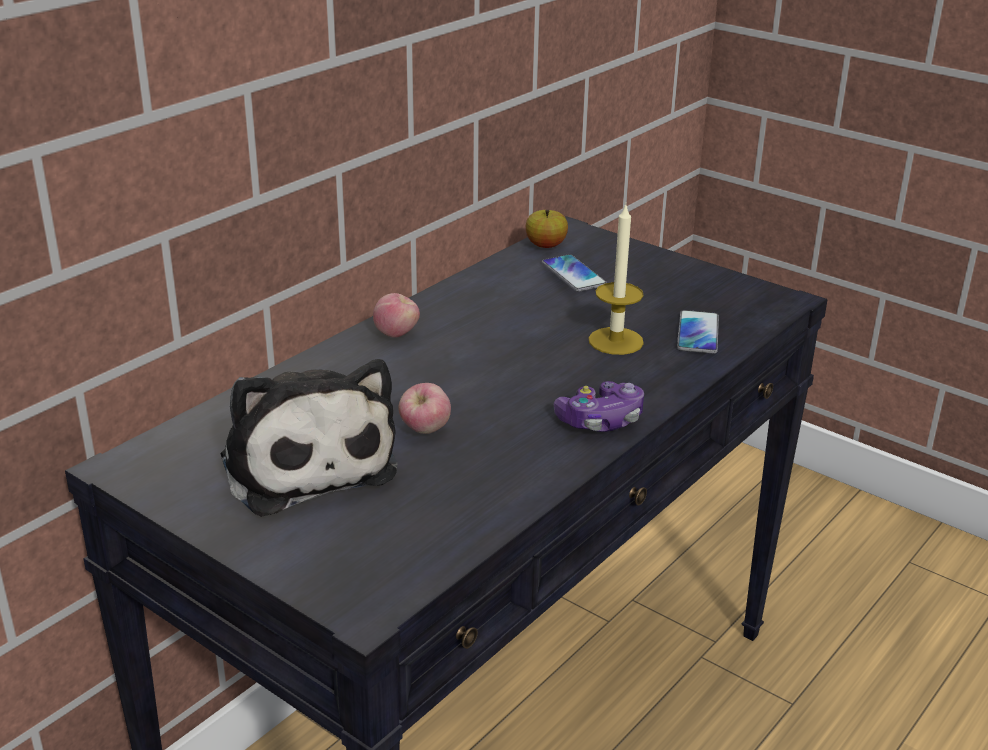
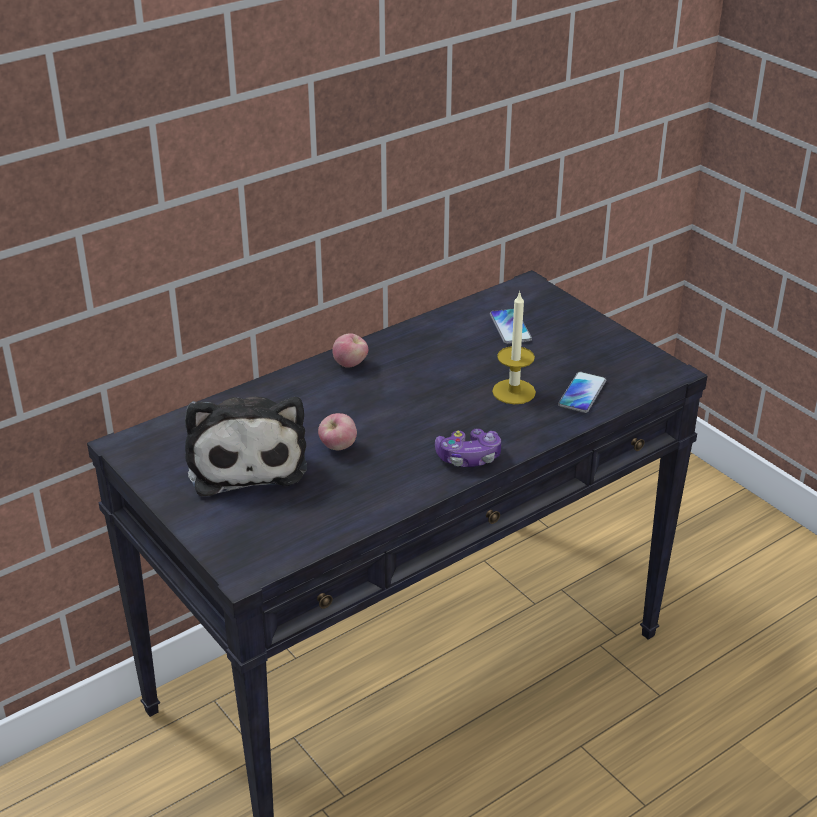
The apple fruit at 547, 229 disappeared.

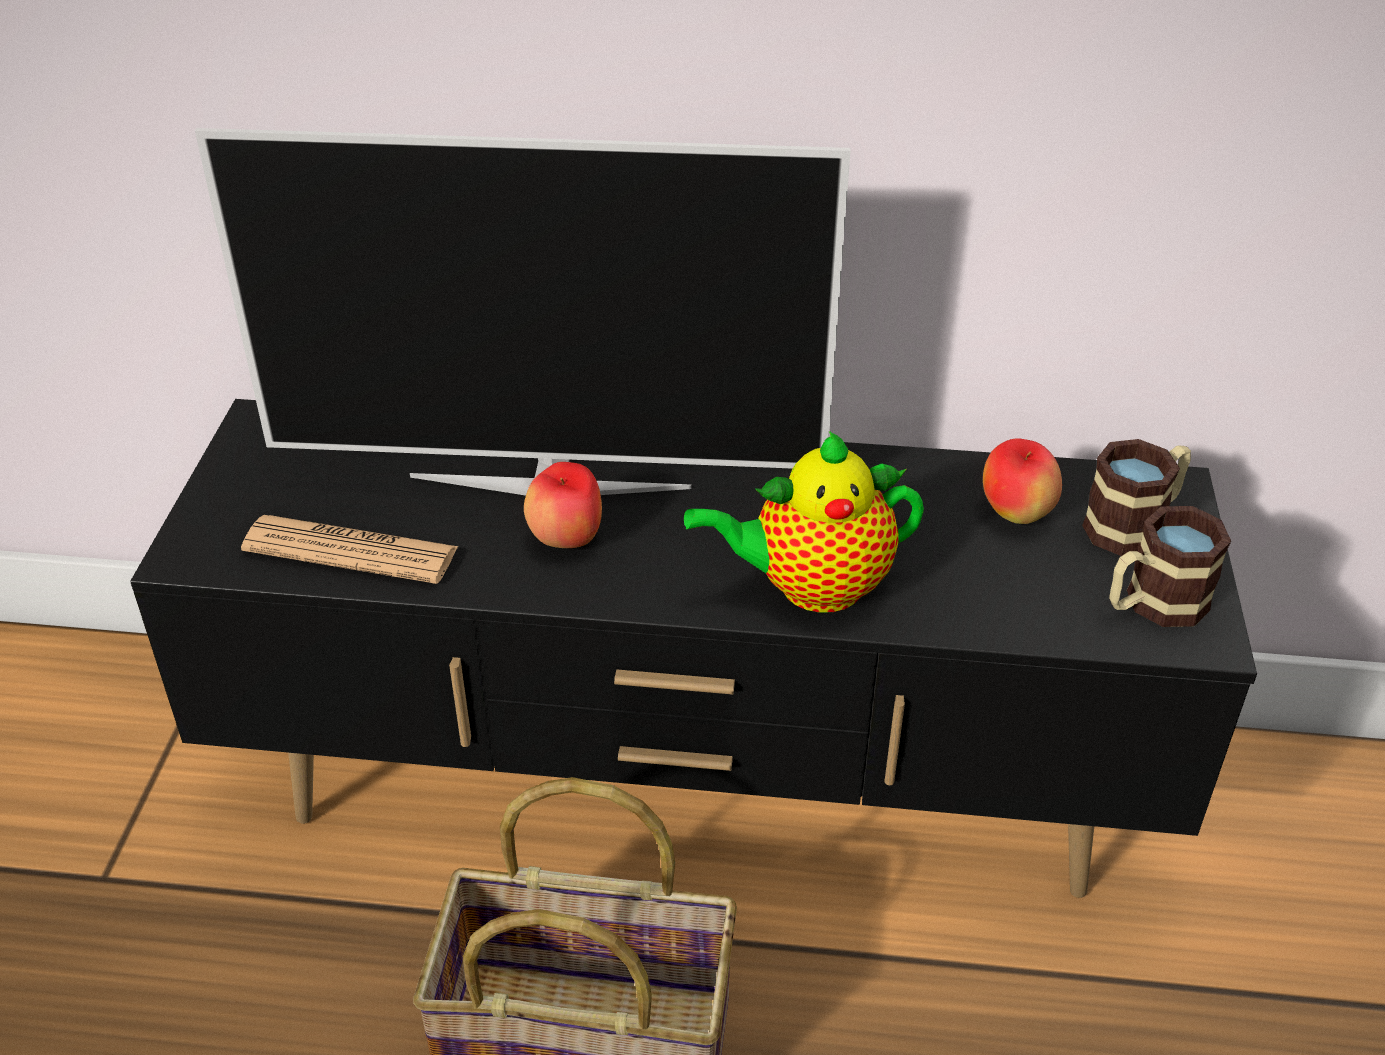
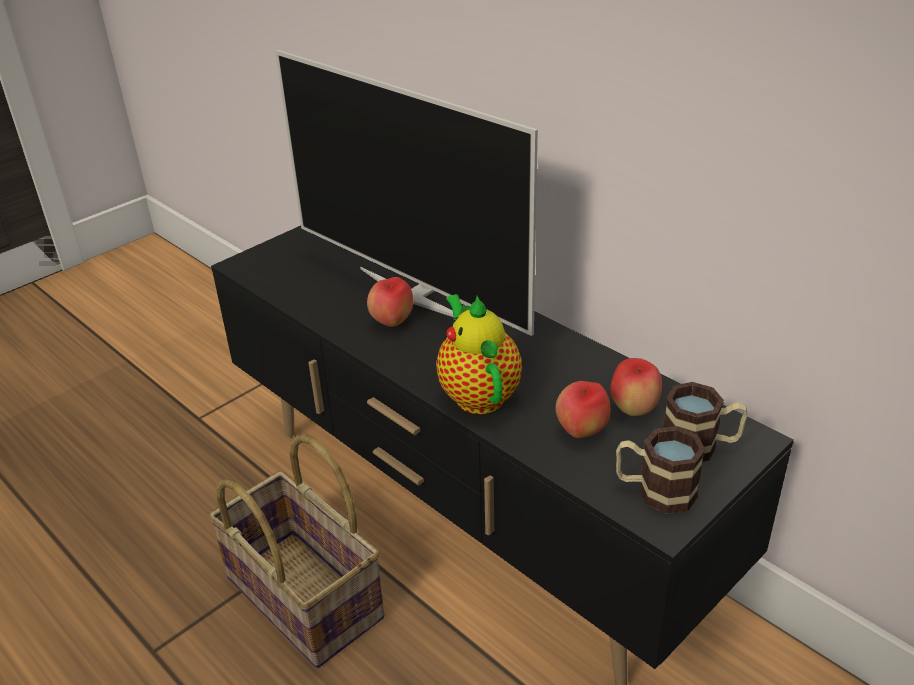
The newspaper at 350, 549 disappeared.
The apple fruit at 583, 409 appeared.
The pot for tea at 804, 522 turned 45 degrees clockwise.

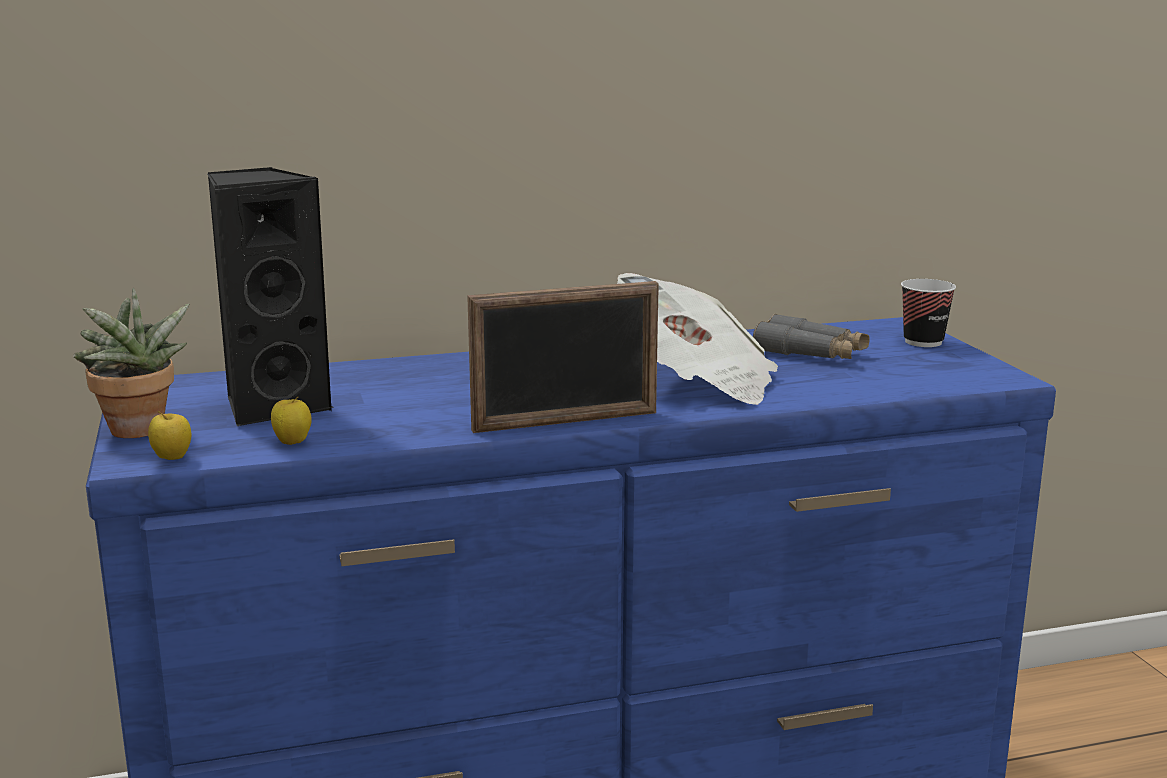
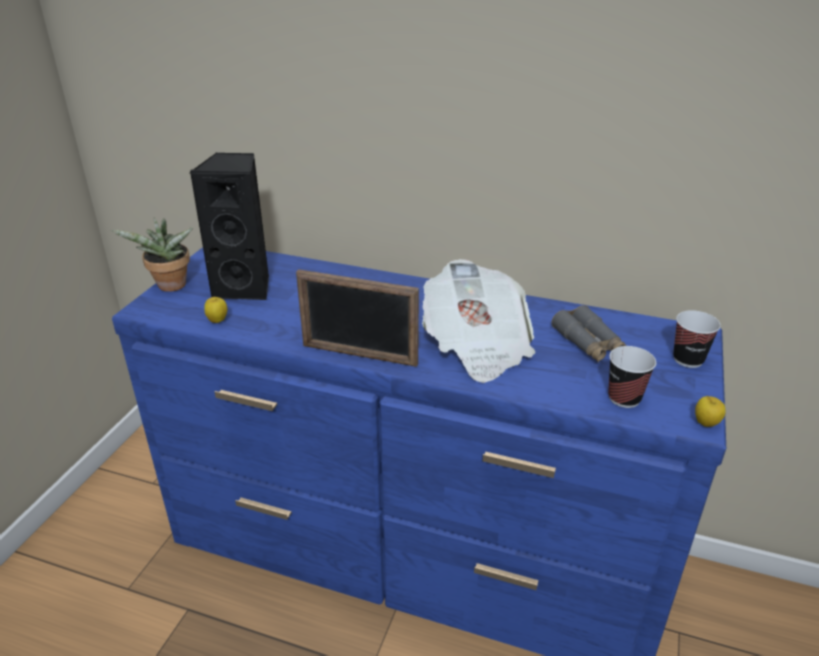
The cup at 632, 377 appeared.
The apple fruit moved from 170, 435 to 710, 411.

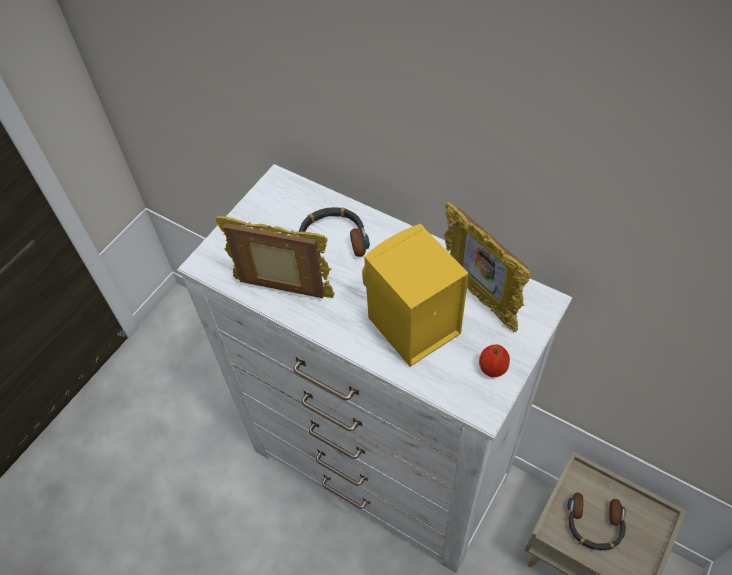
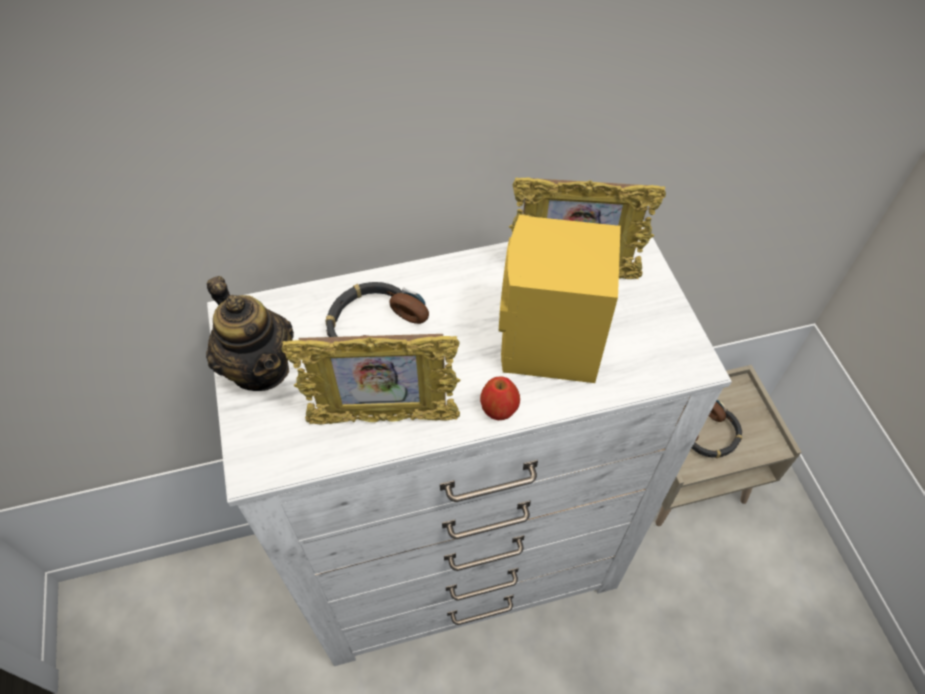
The pot for tea at 250, 333 appeared.
The apple fruit moved from 494, 360 to 500, 398.
The picture frame at 275, 257 turned 150 degrees counterclockwise.

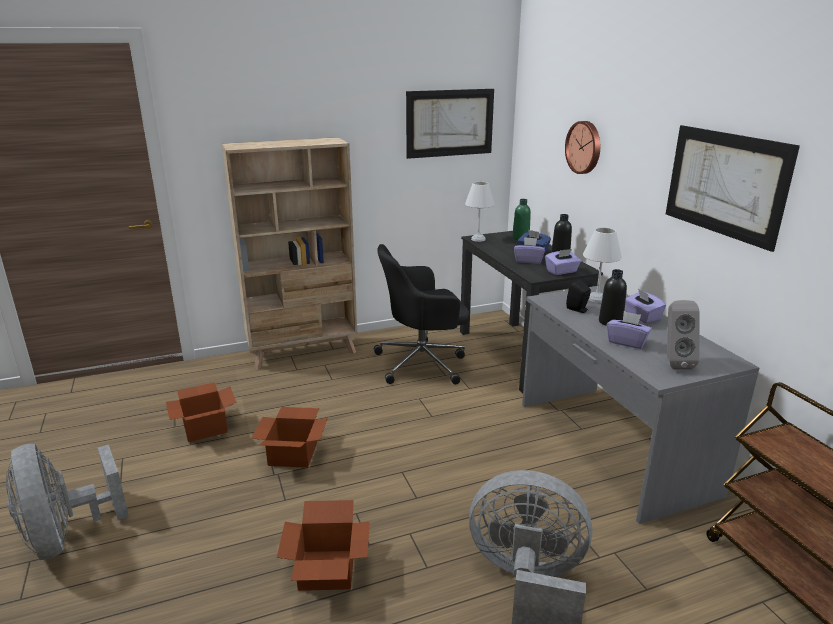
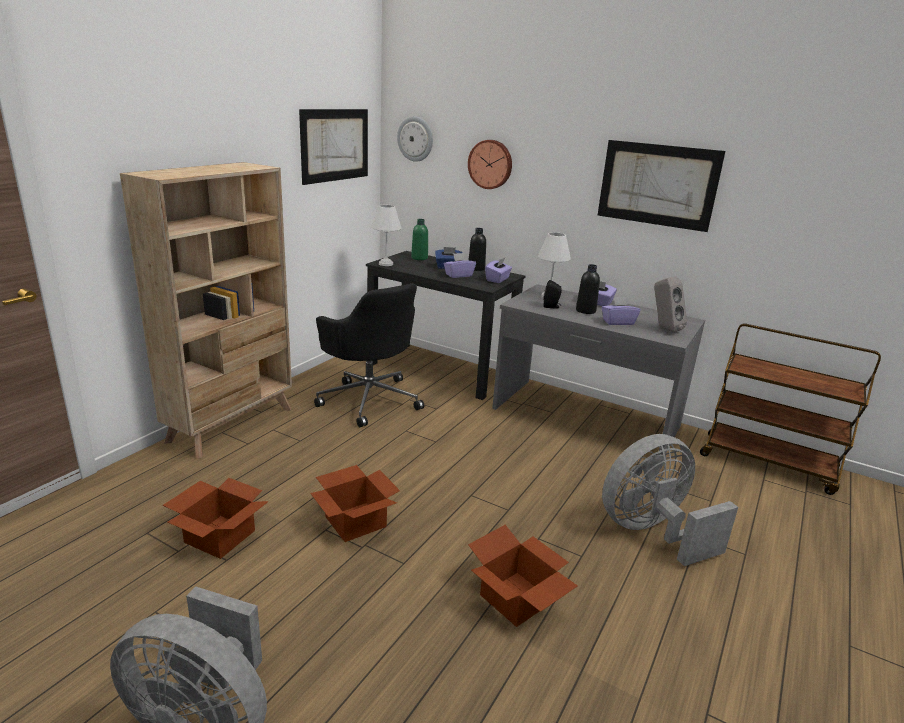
The hanging clock at 415, 139 appeared.
The black desk chair at 422, 314 turned 75 degrees counterclockwise.

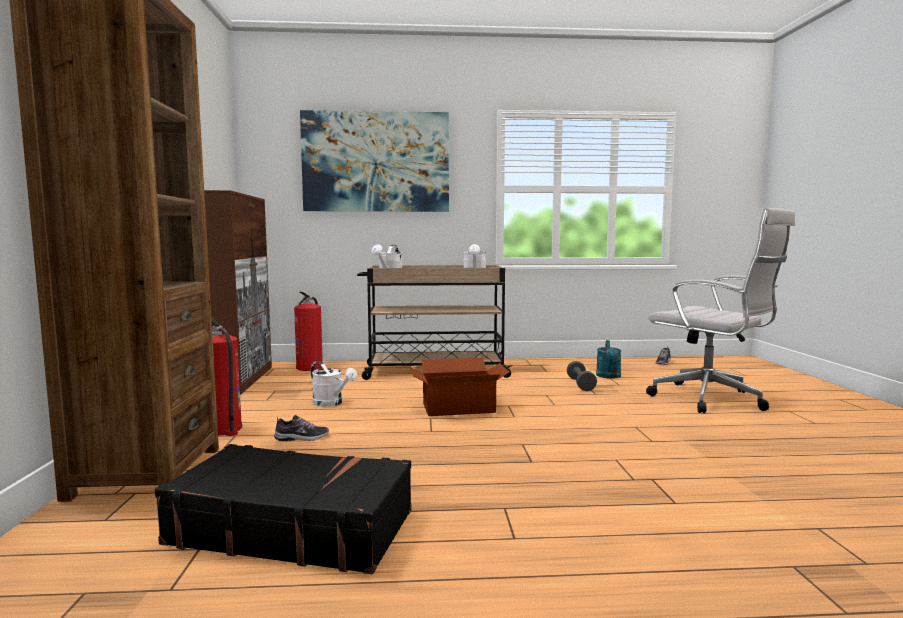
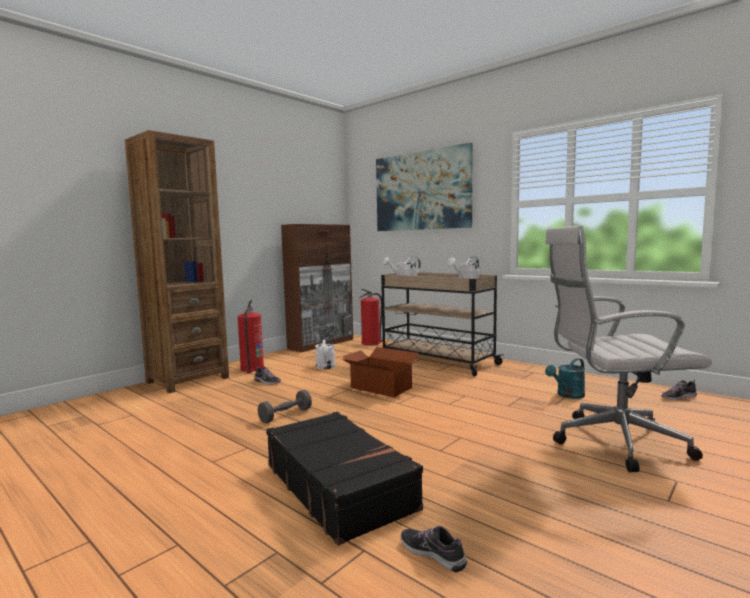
The low shoe at 434, 549 appeared.
The black piece of luggage moved from 283, 509 to 344, 479.
The gray free weight moved from 582, 376 to 285, 406.
The white-coloured desk chair at 720, 310 turned 90 degrees clockwise.

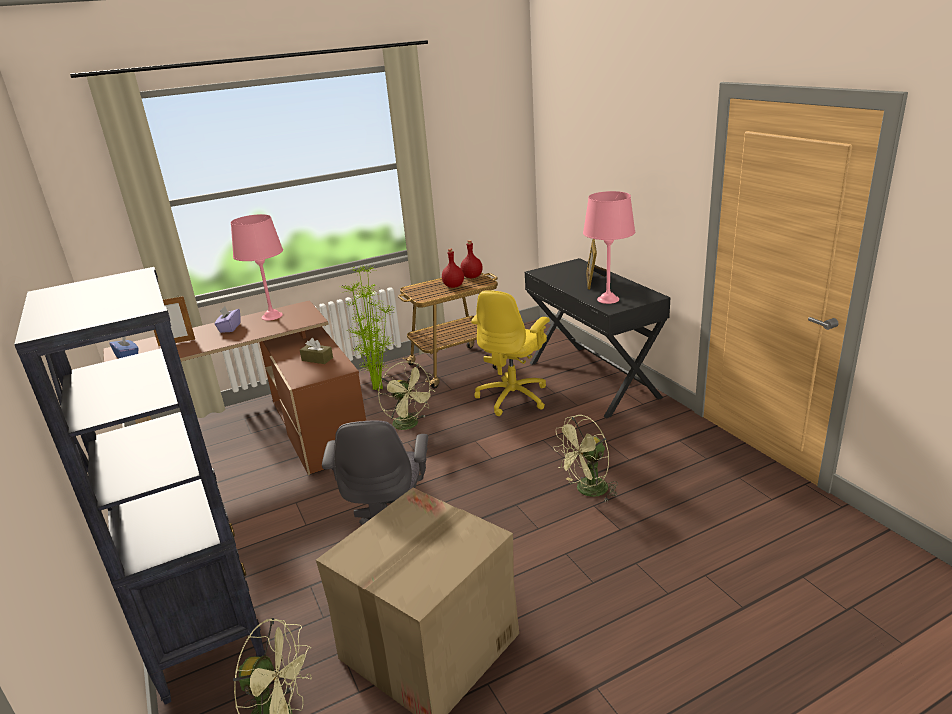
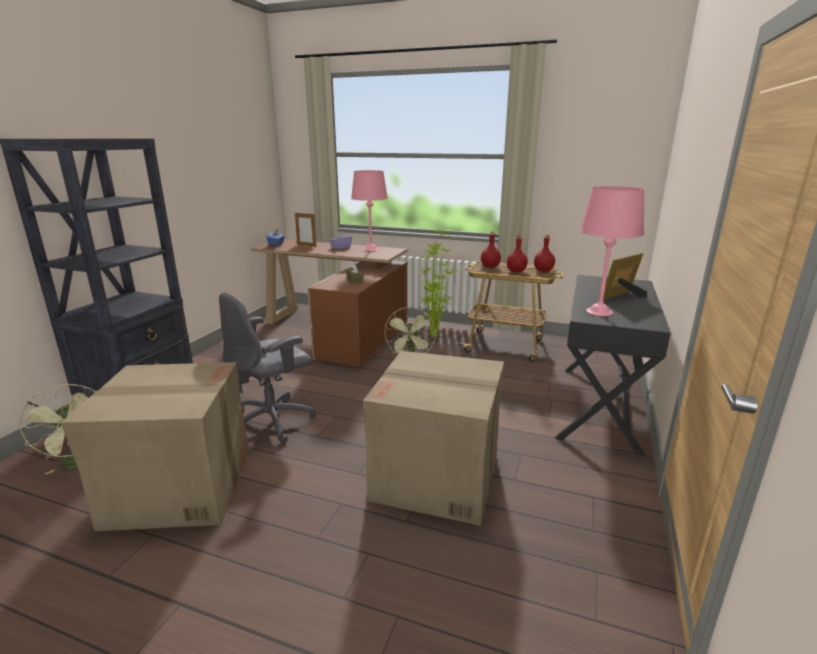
The yellow-coloured desk chair at 510, 353 disappeared.
The red-coloured drink bottle at 491, 250 appeared.
The green electric fan at 585, 459 was replaced by the packing box at 433, 438.

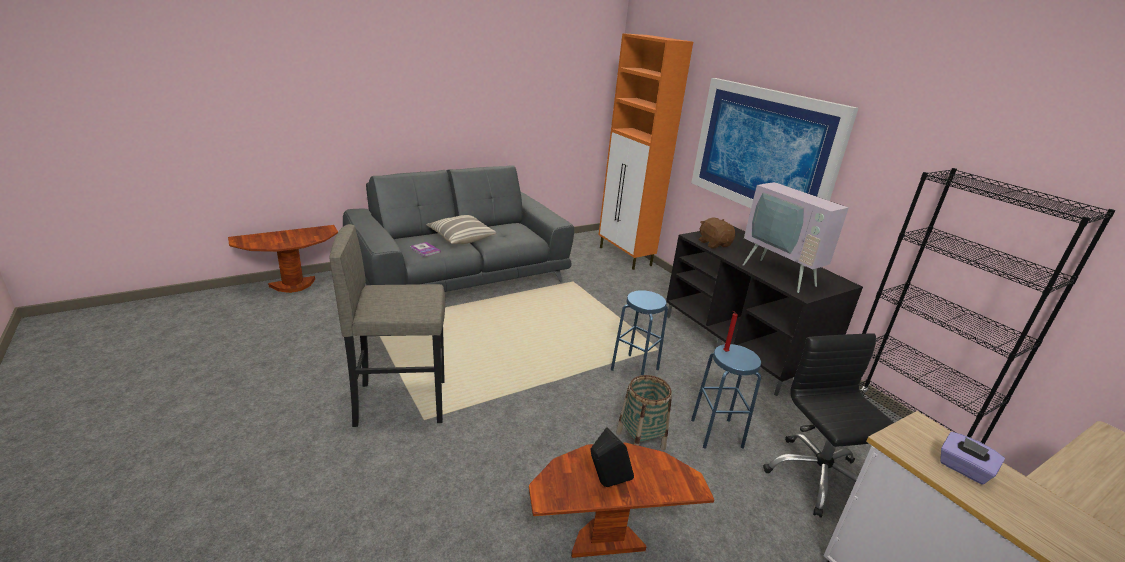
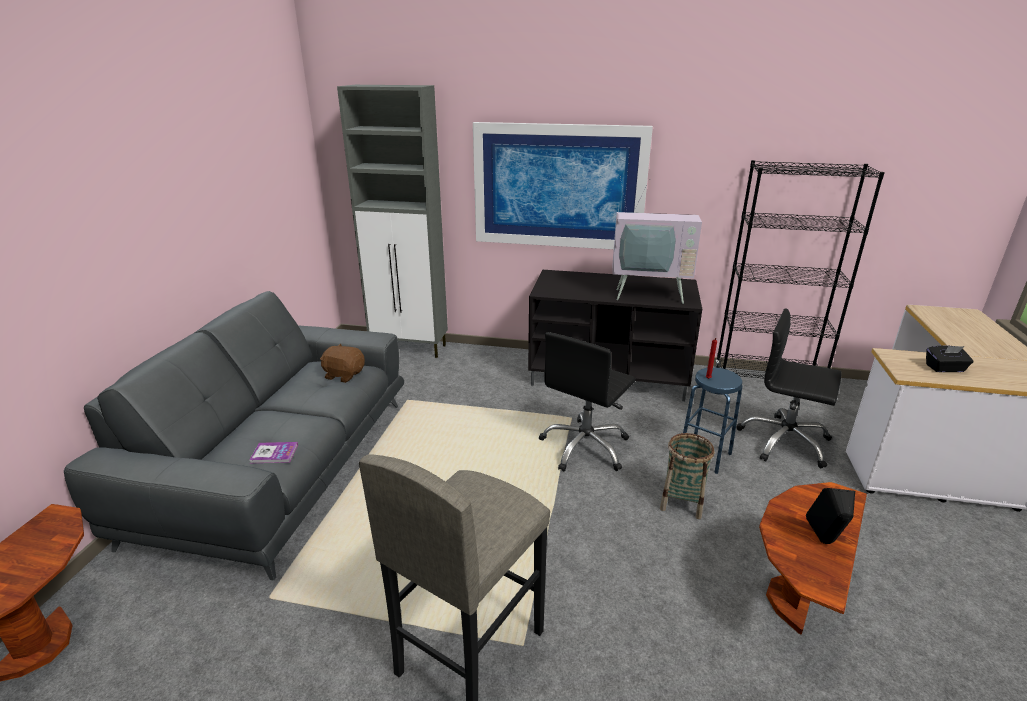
The throw pillow at 461, 229 disappeared.
The brown-coloured plush toy moved from 717, 233 to 342, 363.
The bluish stool seat at 639, 332 was replaced by the black desk chair at 587, 402.
The orangey cabinet at 646, 151 became the gray cabinet at 392, 221.
The purple-coloured tissue box at 972, 458 became the black tissue box at 950, 358.

